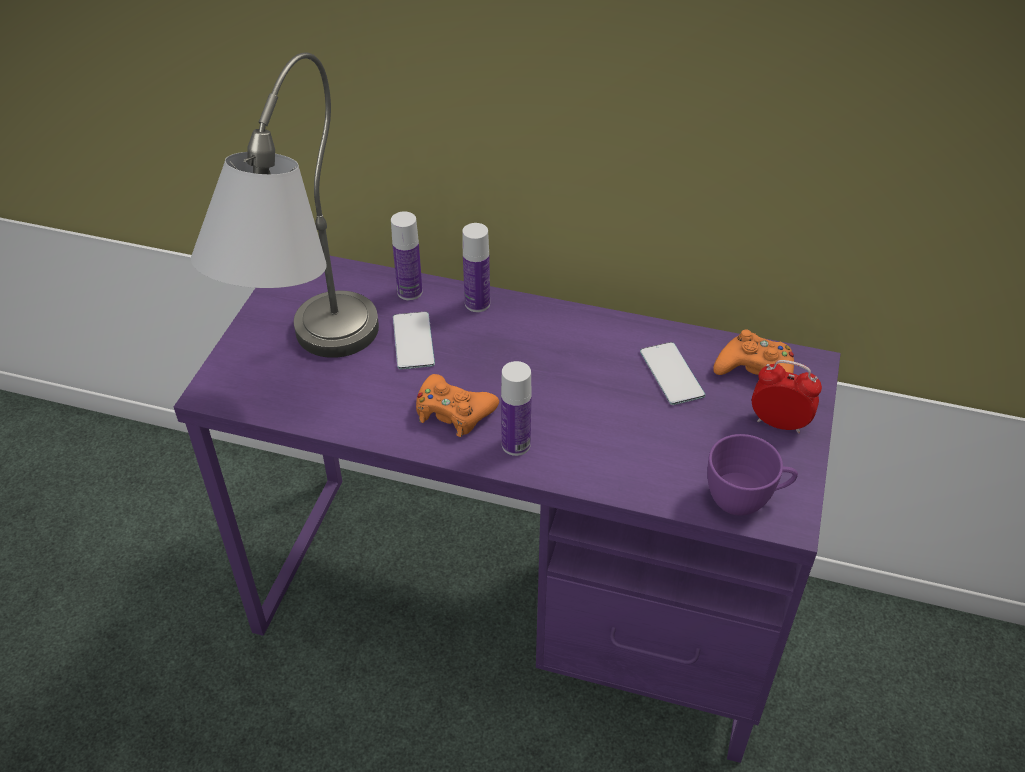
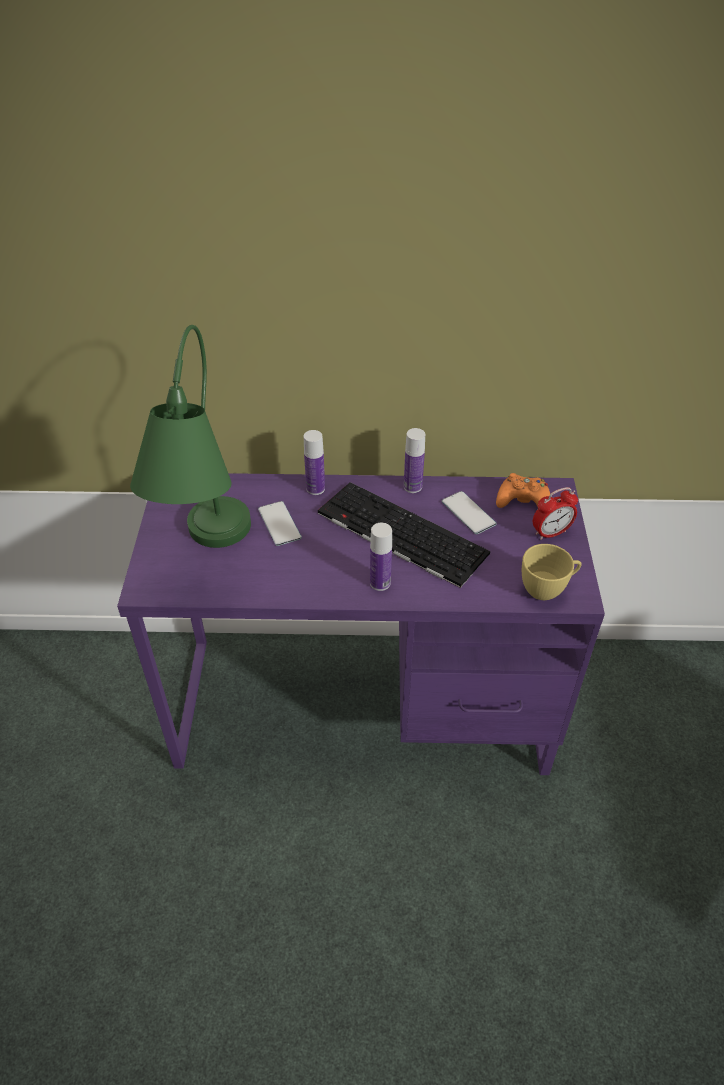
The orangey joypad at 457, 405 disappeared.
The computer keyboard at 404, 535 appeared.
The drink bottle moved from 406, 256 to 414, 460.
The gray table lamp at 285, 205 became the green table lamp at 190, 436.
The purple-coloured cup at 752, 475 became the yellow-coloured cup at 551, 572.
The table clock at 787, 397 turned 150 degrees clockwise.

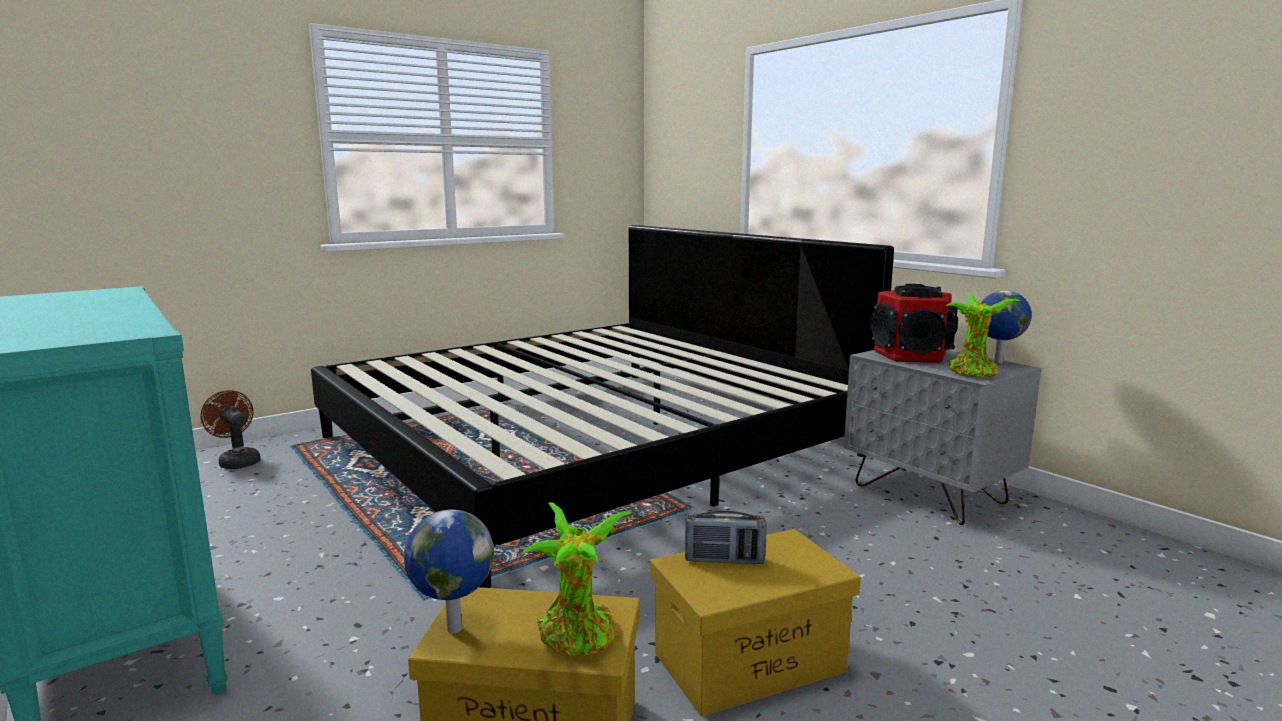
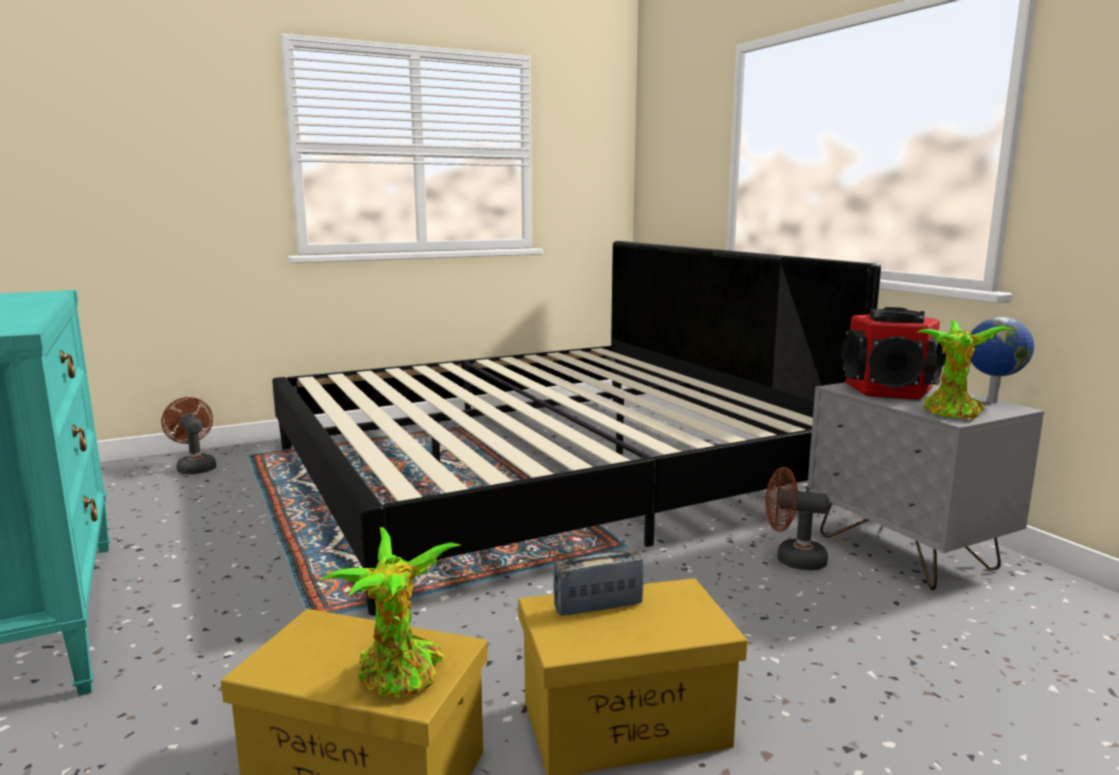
The world globe at 449, 571 disappeared.
The brown-coloured electric fan at 797, 518 appeared.
The radio set at 726, 537 turned 150 degrees clockwise.

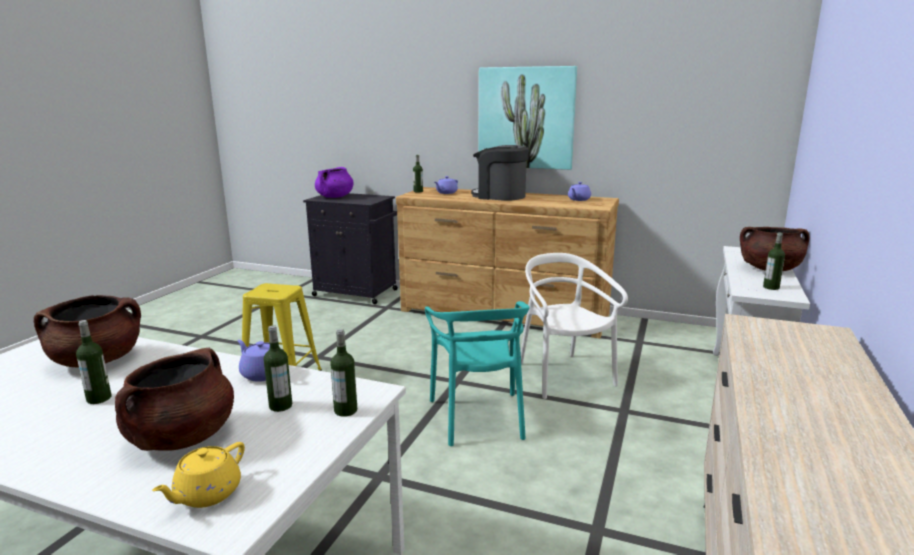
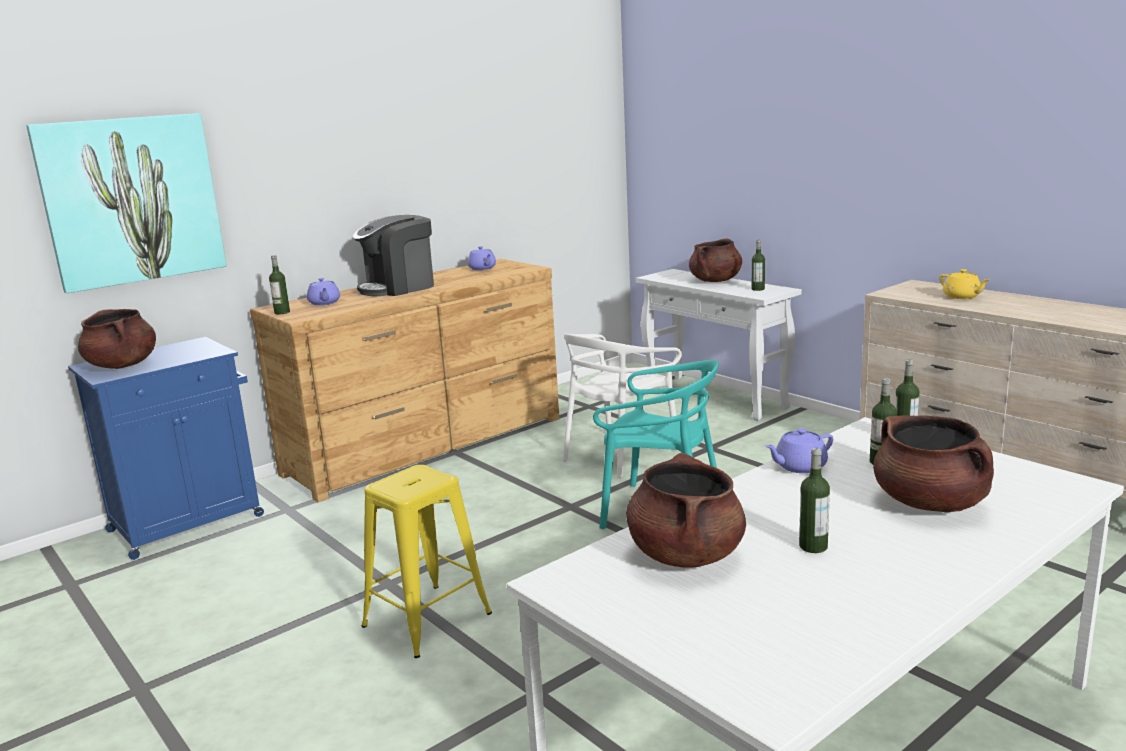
The yellow-coloured pot for tea moved from 198, 475 to 964, 284.
The wall picture moved from 527, 118 to 126, 203.
The black cabinet at 350, 248 became the bluish cabinet at 166, 448.
The purple-coloured cooking pot at 334, 182 became the brown-coloured cooking pot at 117, 339.
The white-coloured upright chair at 574, 326 turned 60 degrees counterclockwise.

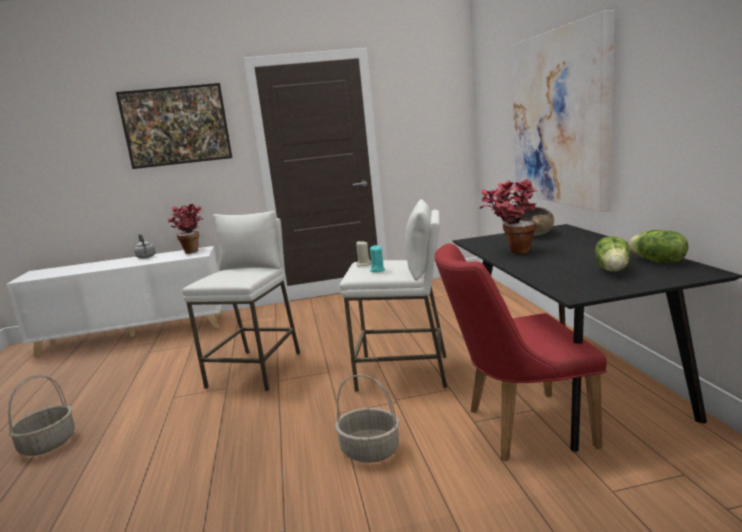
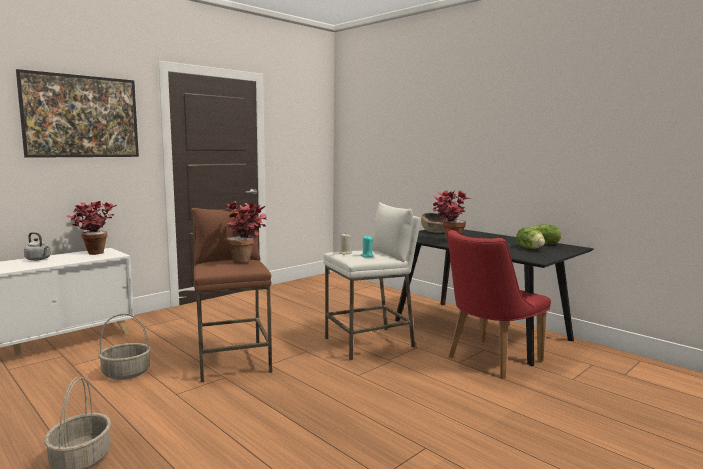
The wall picture at 563, 111 disappeared.
The potted plant at 245, 232 appeared.
The household basket moved from 367, 418 to 124, 346.
The white-coloured stool seat at 241, 301 became the brown-coloured stool seat at 231, 295.

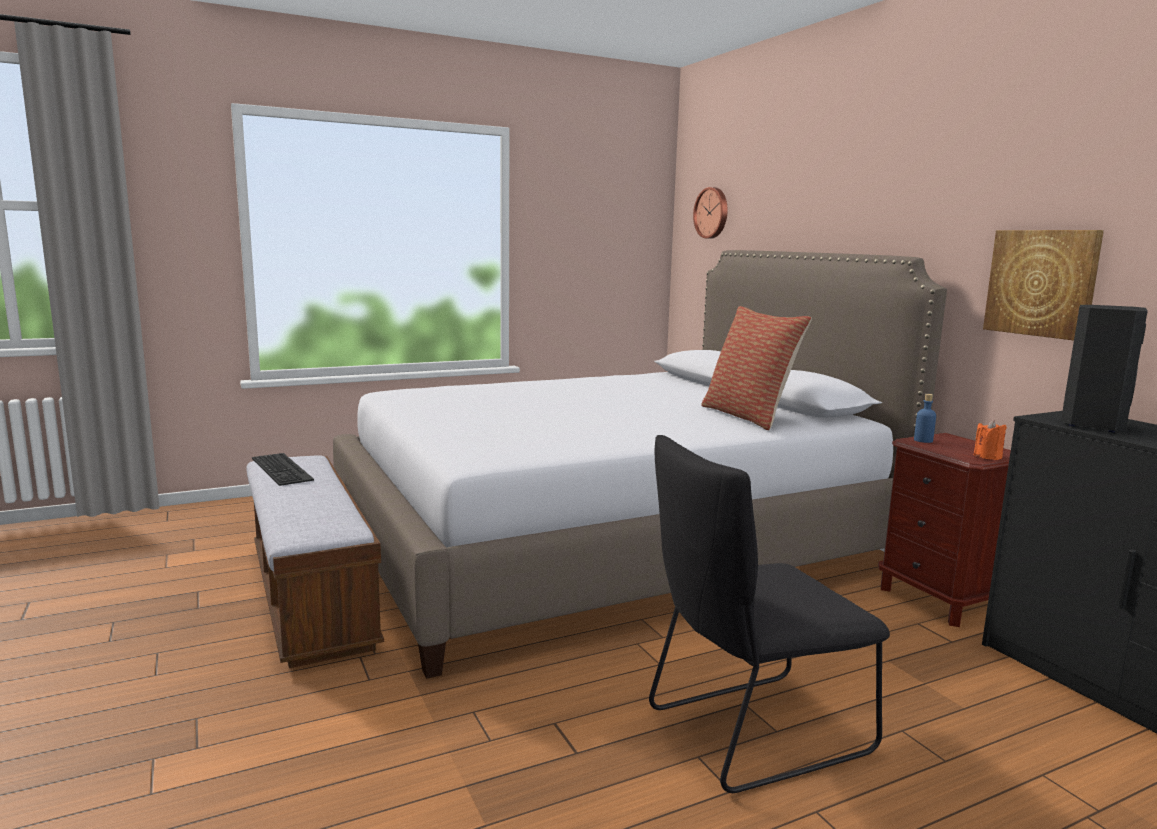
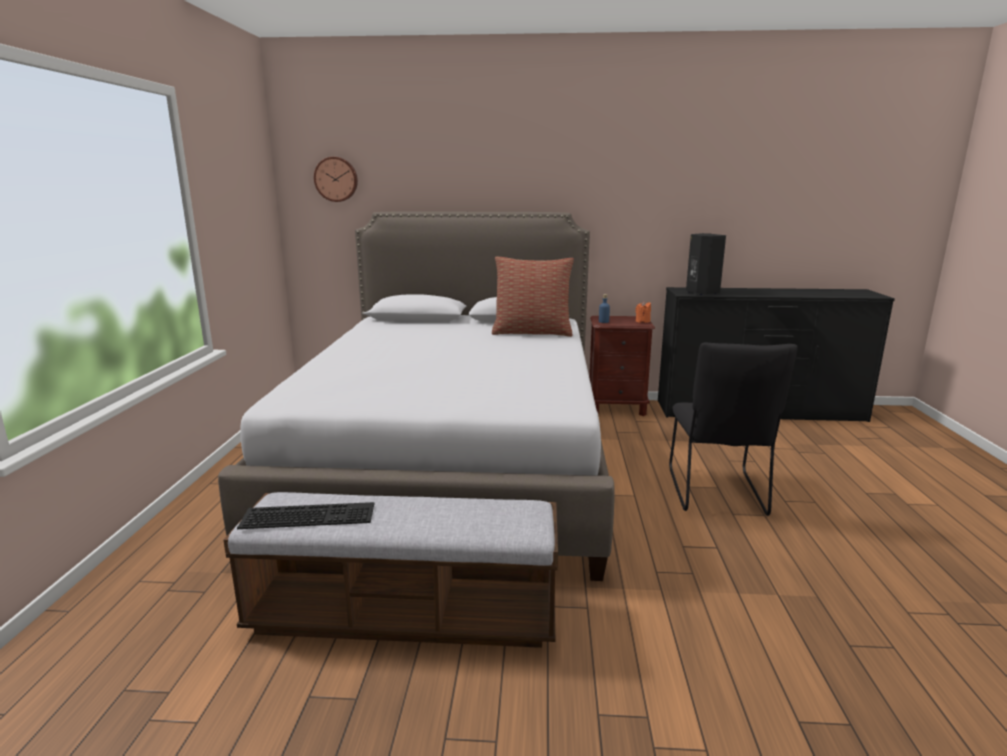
The wall picture at 1043, 285 disappeared.

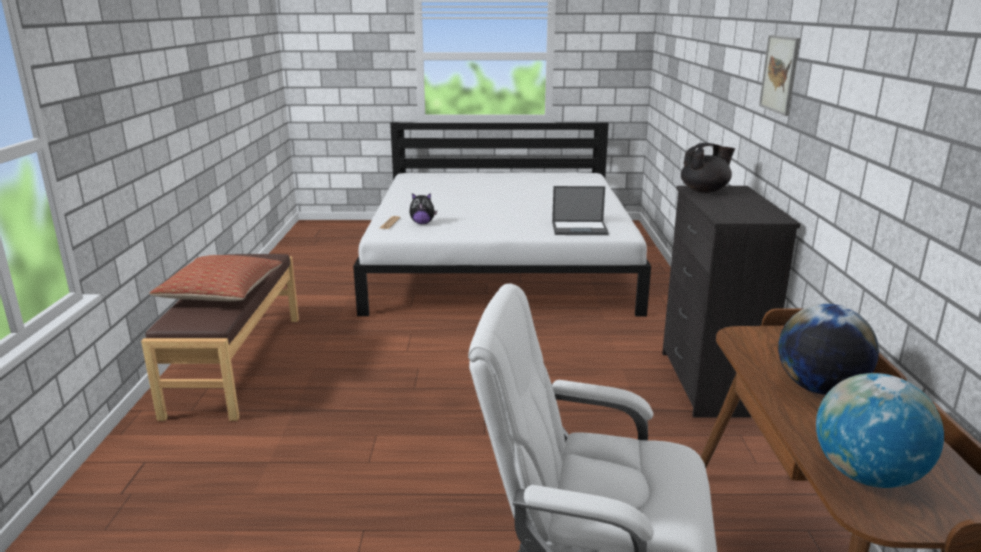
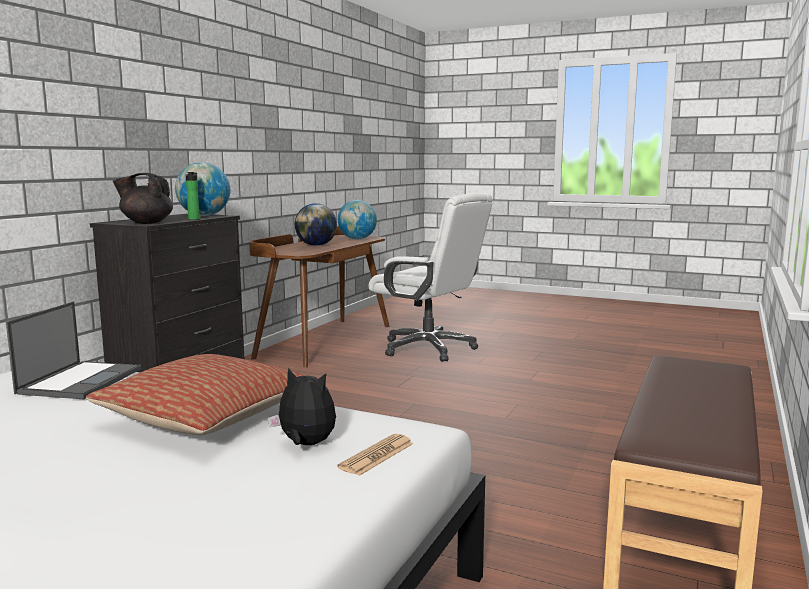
The wall picture at 779, 75 disappeared.
The world globe at 202, 189 appeared.
The drink bottle at 193, 196 appeared.
The throw pillow moved from 215, 278 to 196, 394.
The notebook computer at 580, 210 turned 75 degrees clockwise.

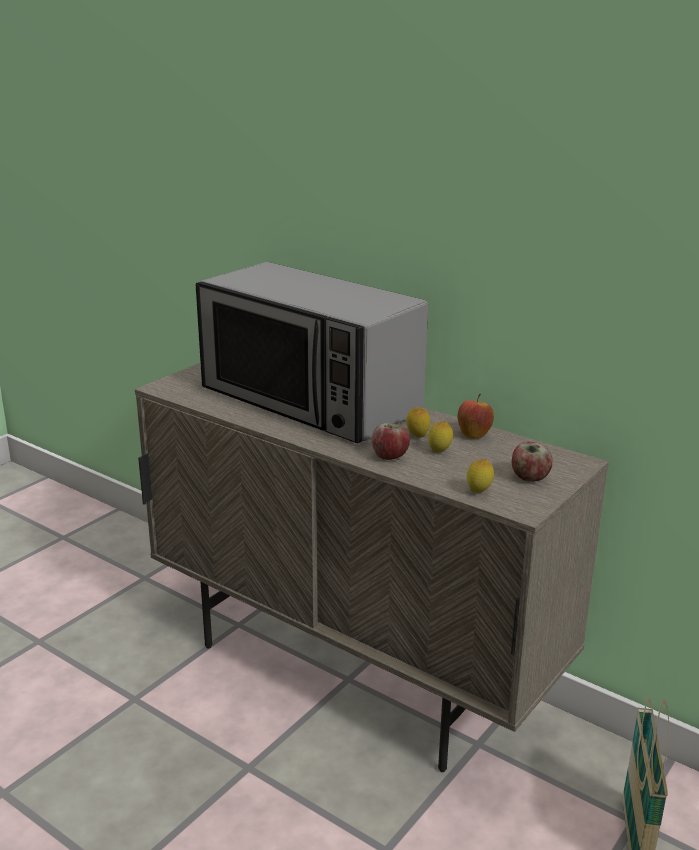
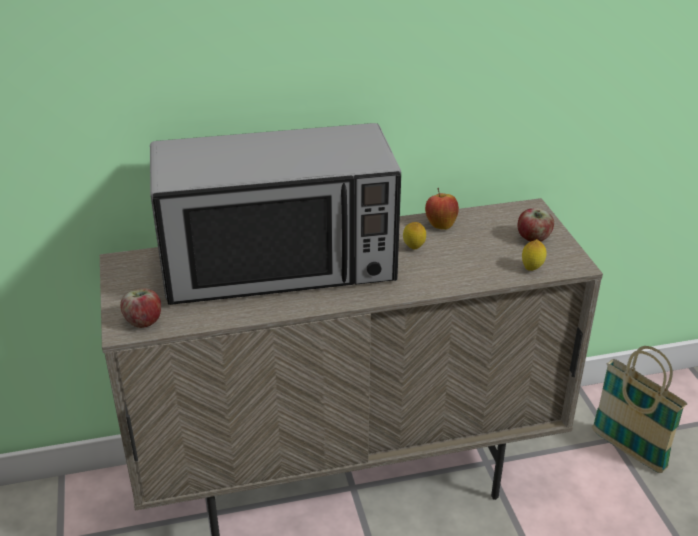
The citrus fruit at 440, 437 disappeared.
The apple fruit moved from 391, 441 to 140, 308.

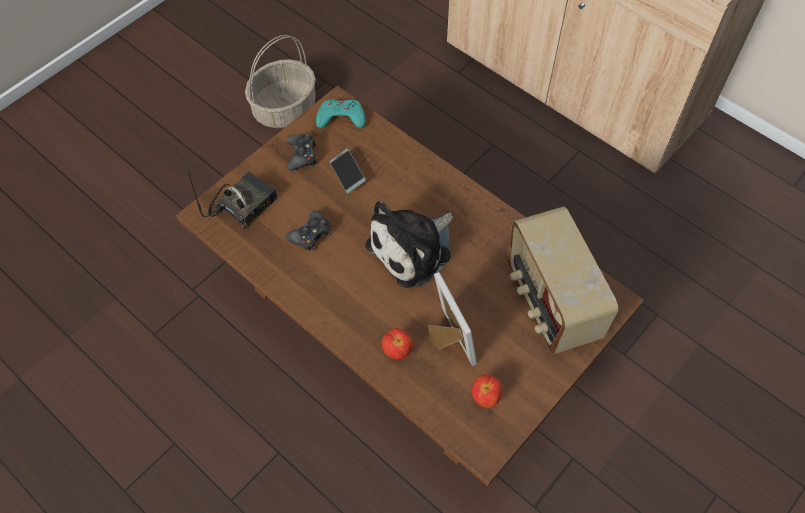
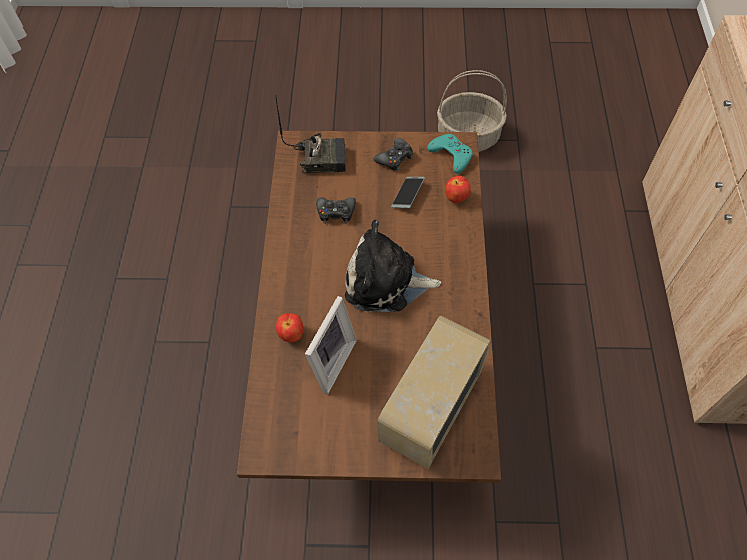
The apple fruit moved from 487, 391 to 458, 189.

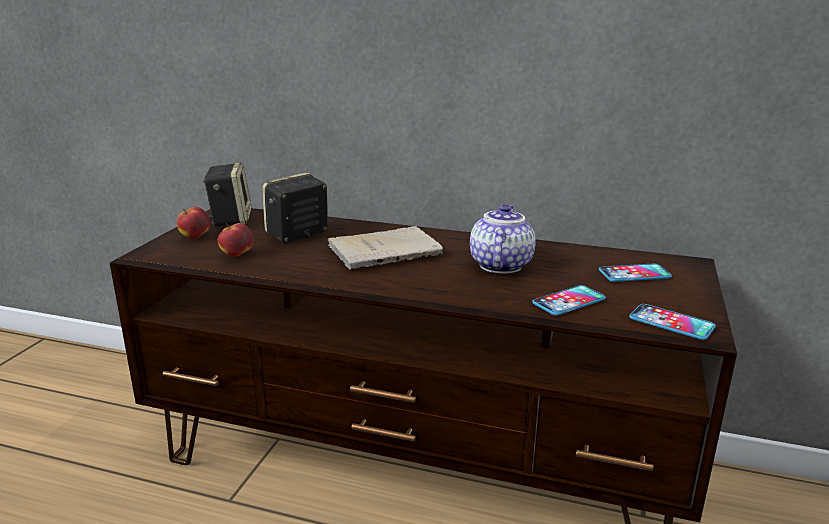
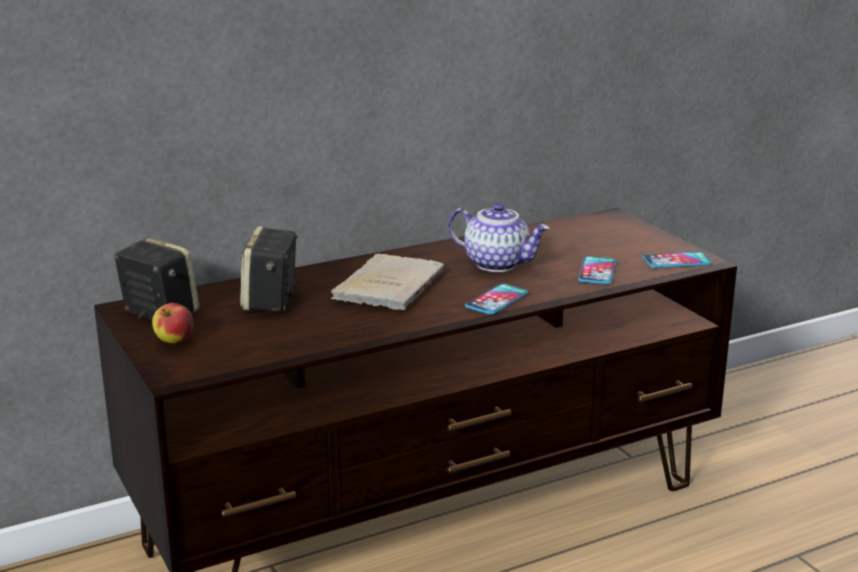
The apple fruit at 235, 240 disappeared.
The phone moved from 635, 273 to 496, 299.
The pot for tea at 503, 239 turned 150 degrees clockwise.

